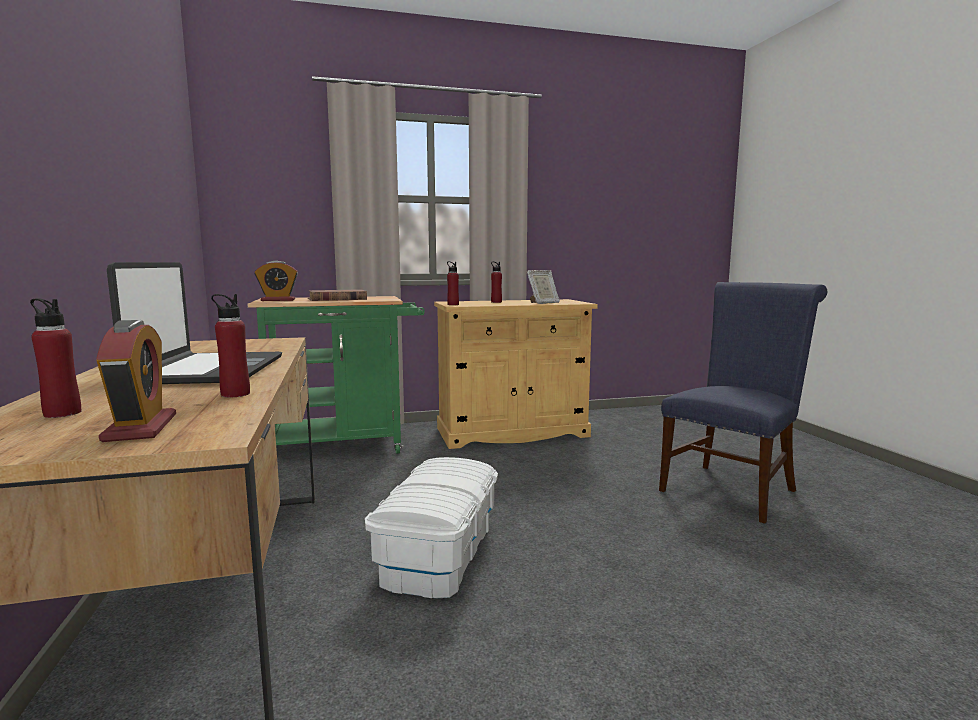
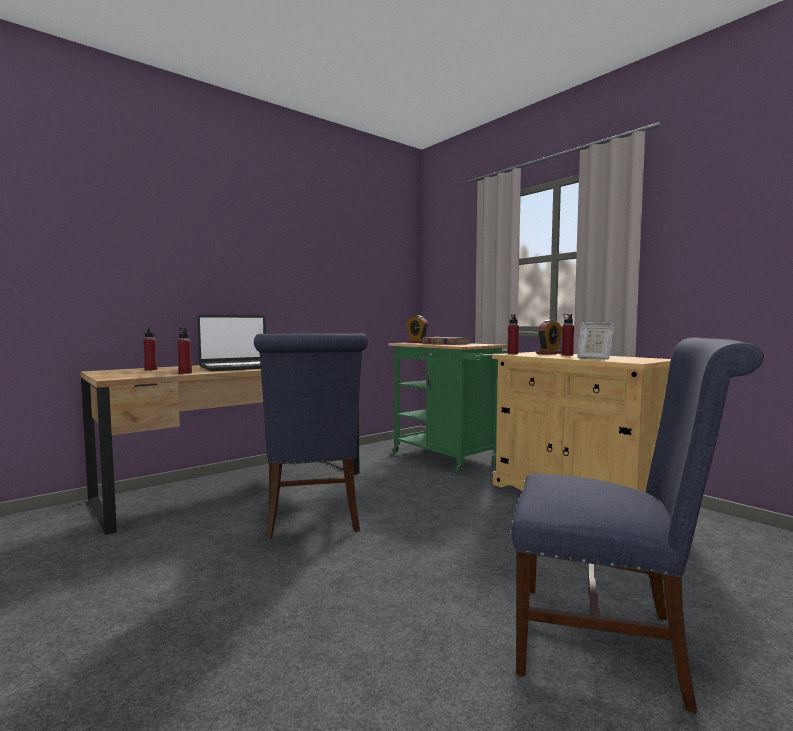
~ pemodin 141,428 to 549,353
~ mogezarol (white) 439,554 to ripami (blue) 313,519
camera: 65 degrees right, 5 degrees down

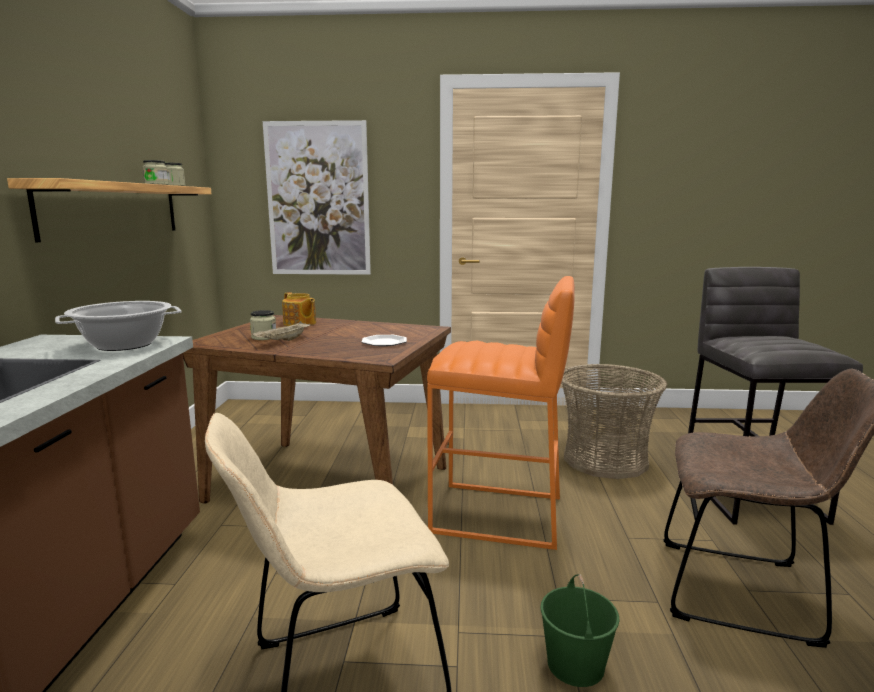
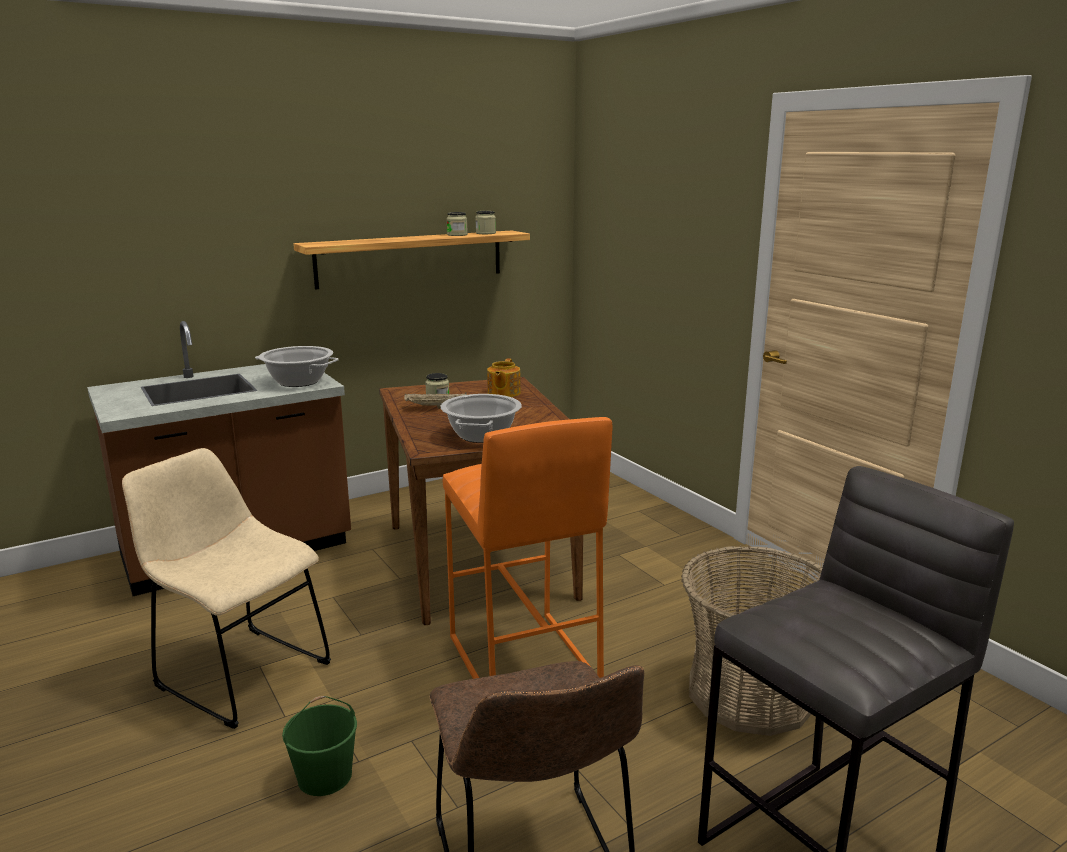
- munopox 318,199
~ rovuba 384,342 to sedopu 482,435
camera: 55 degrees right, 5 degrees up

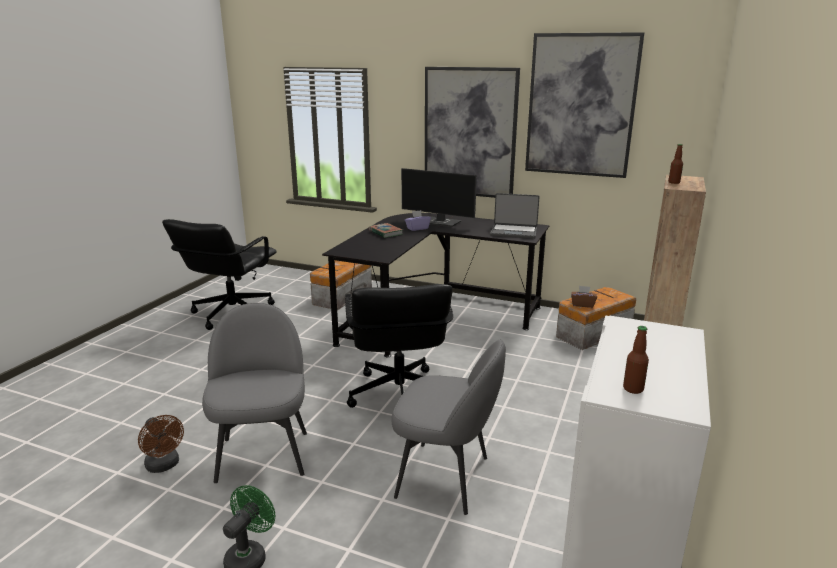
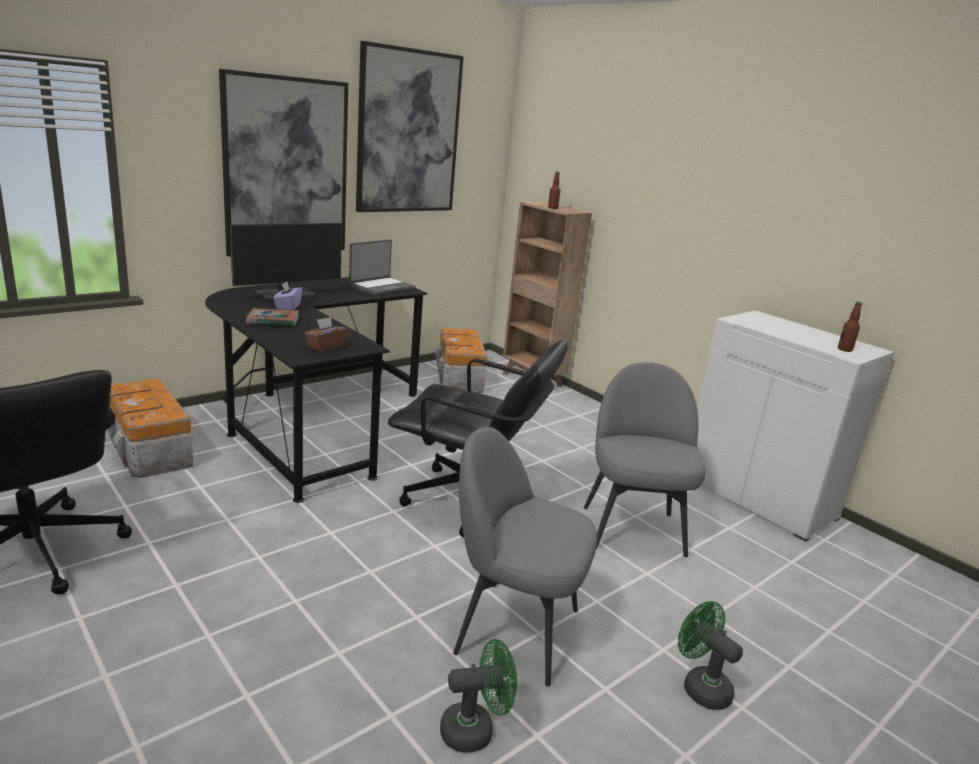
~ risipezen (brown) 582,304 to 325,347
~ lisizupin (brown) 164,466 to lisizupin (green) 475,730
~ ripami (grey) 446,477 = 632,528 45 degrees counterclockwise
camera: 65 degrees left, 0 degrees up

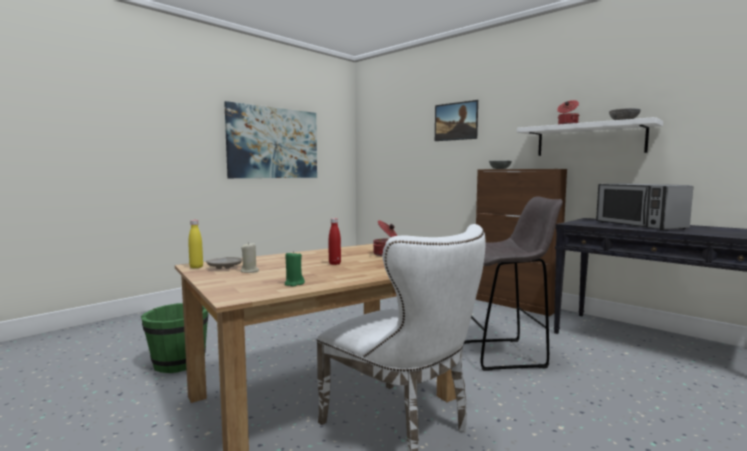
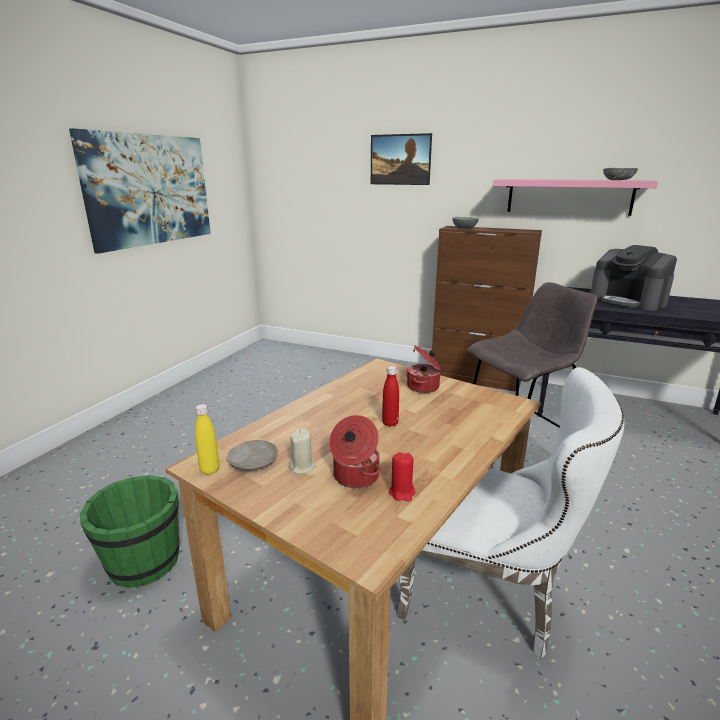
~ sedopu 567,125 to 355,476
~ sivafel 639,225 to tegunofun 628,301
~ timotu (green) 294,284 to timotu (red) 402,492
~ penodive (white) 589,140 to penodive (pink) 569,196
camera: 20 degrees left, 15 degrees up

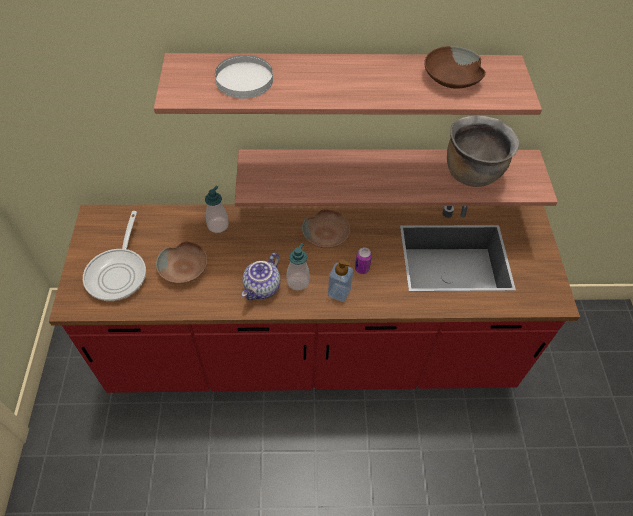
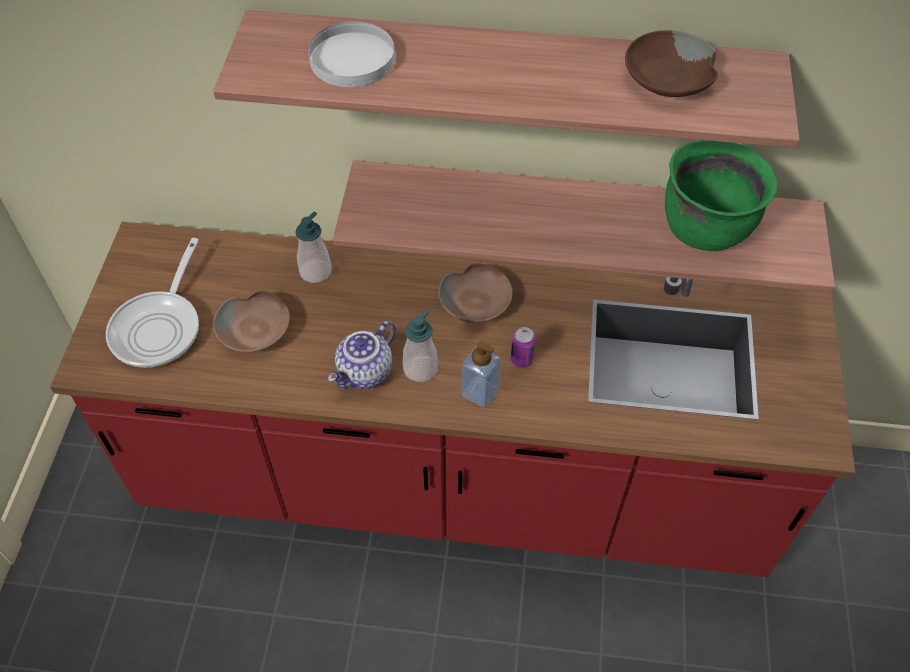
~ sedopu (brown) 471,172 to sedopu (green) 705,228
camera: 10 degrees right, 0 degrees up

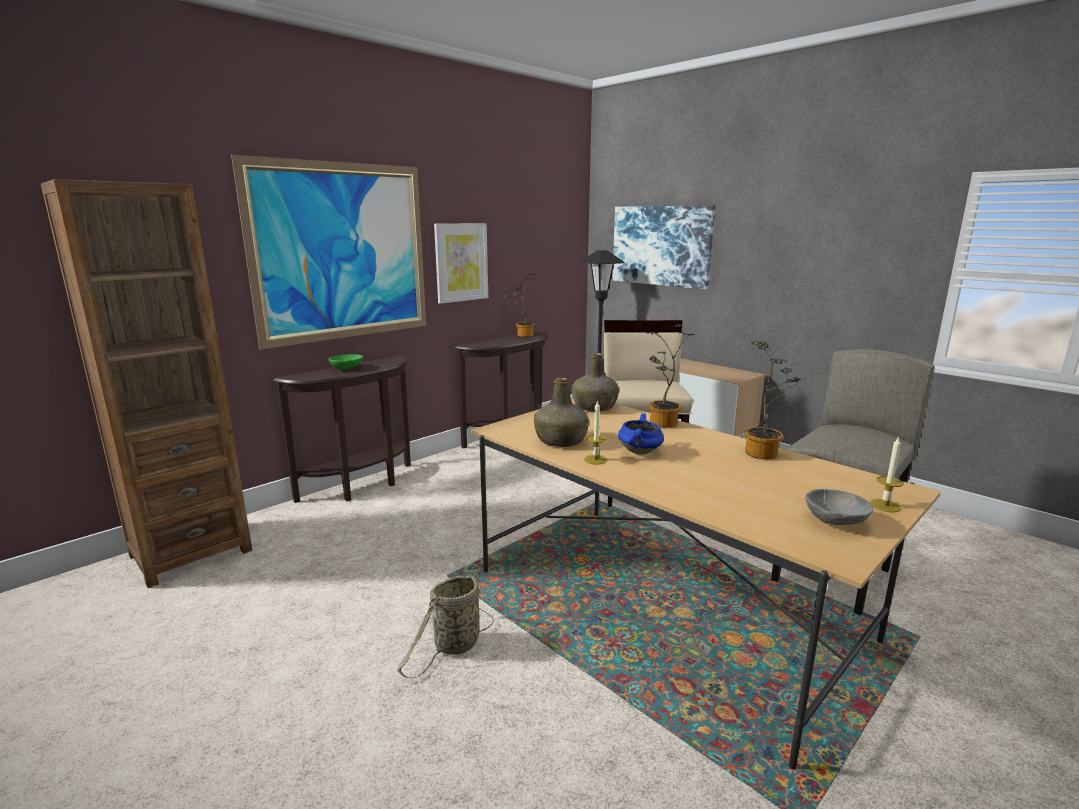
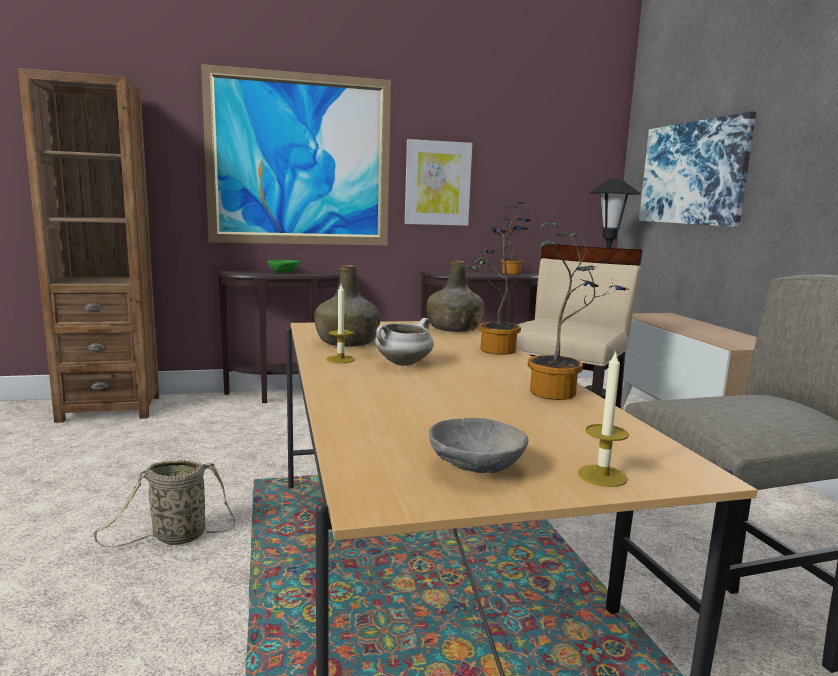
~ sedopu (blue) 640,452 to sedopu (white) 403,364
camera: 30 degrees right, 5 degrees down

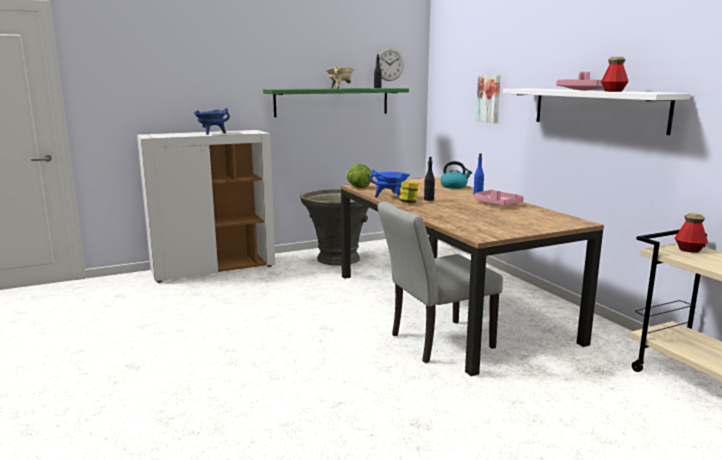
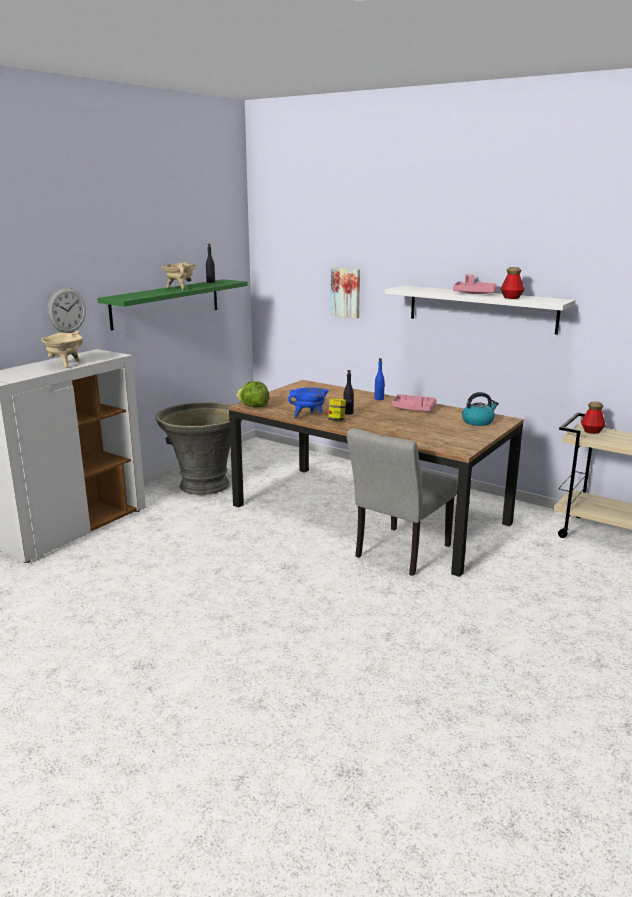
~ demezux 389,64 to 67,310
~ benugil 454,186 to 478,422
~ sedopu (blue) 212,133 to sedopu (beige) 65,364
camera: 30 degrees left, 5 degrees up

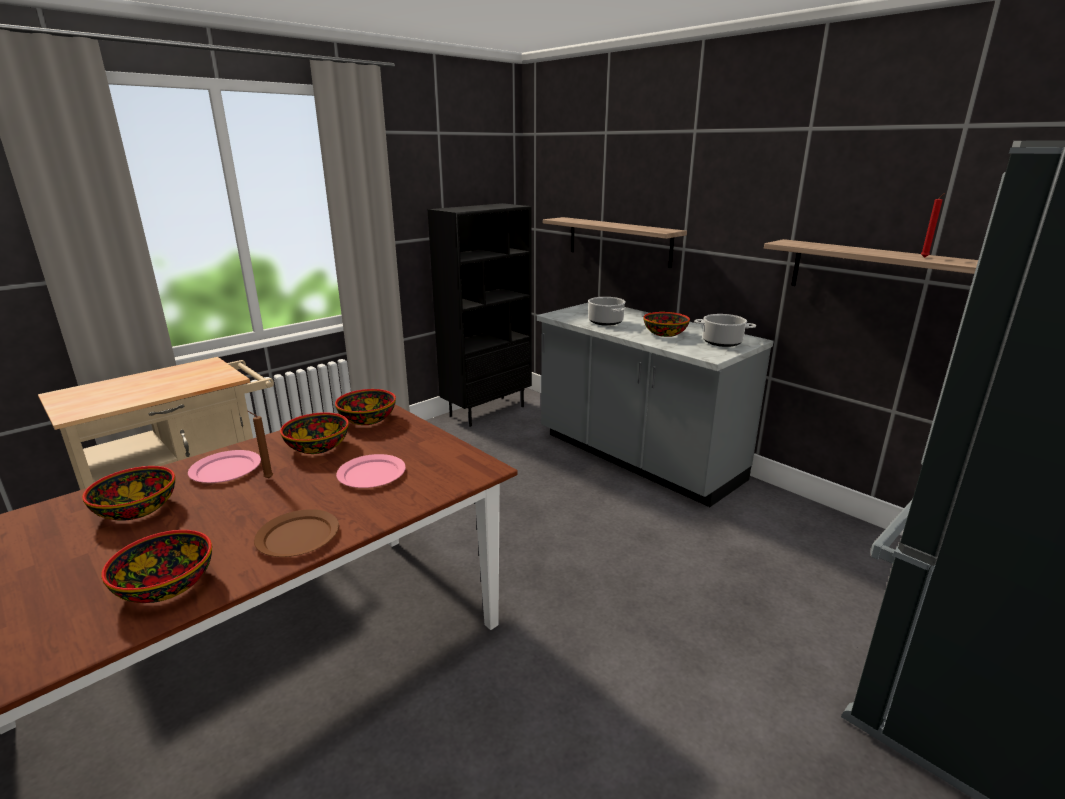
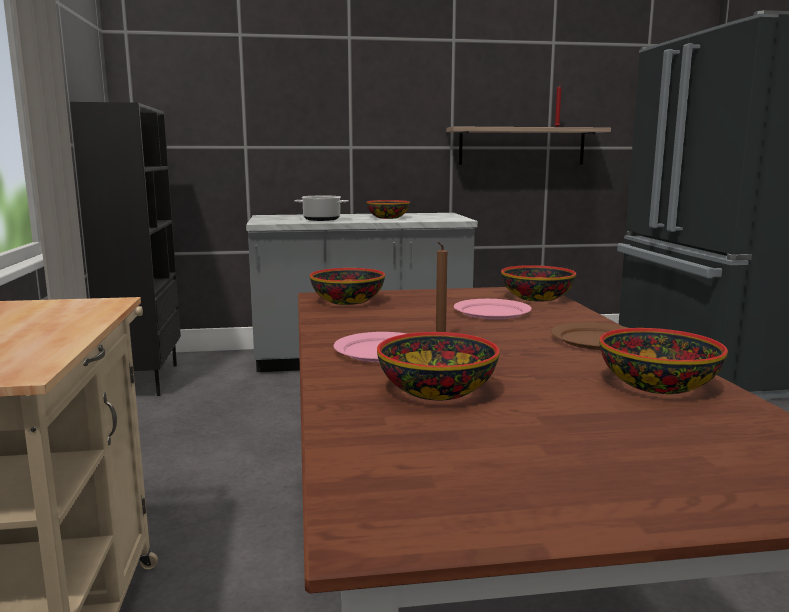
- penodive 619,241
- sedopu 722,342
~ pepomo 318,447 to 537,298
camera: 55 degrees left, 10 degrees down

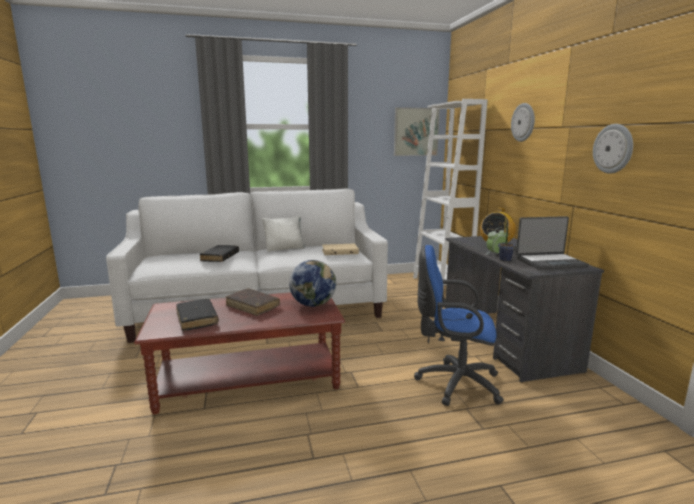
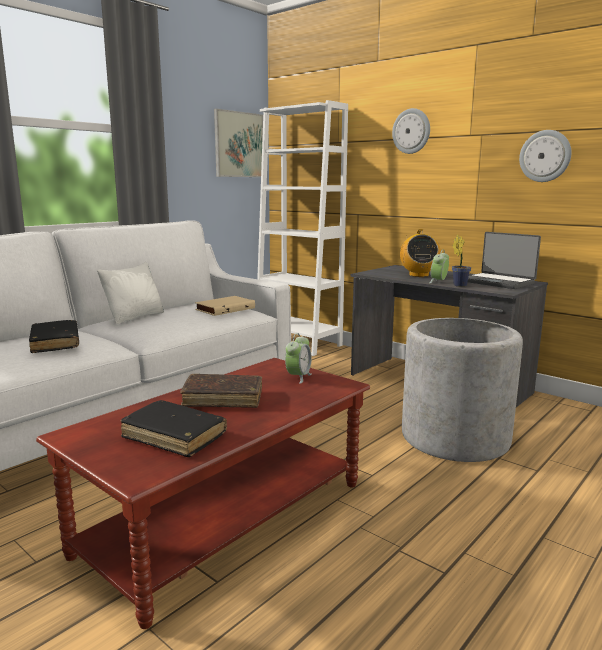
~ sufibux 313,304 to pemodin 298,377
~ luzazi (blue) 454,383 to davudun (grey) 454,437
~ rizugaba 550,262 = 497,282 90 degrees clockwise
camera: 35 degrees left, 0 degrees up

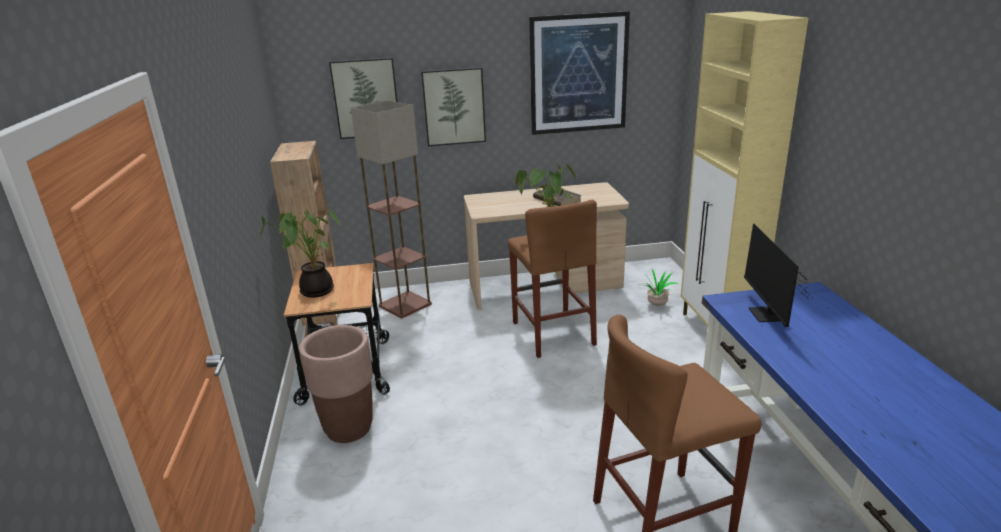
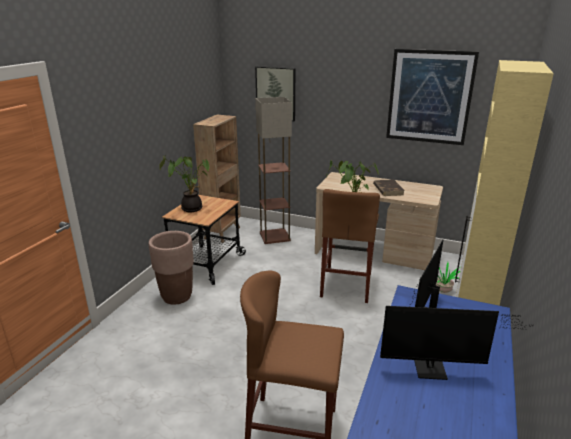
- munopox 454,106
+ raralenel 435,370
camera: 30 degrees right, 0 degrees up

